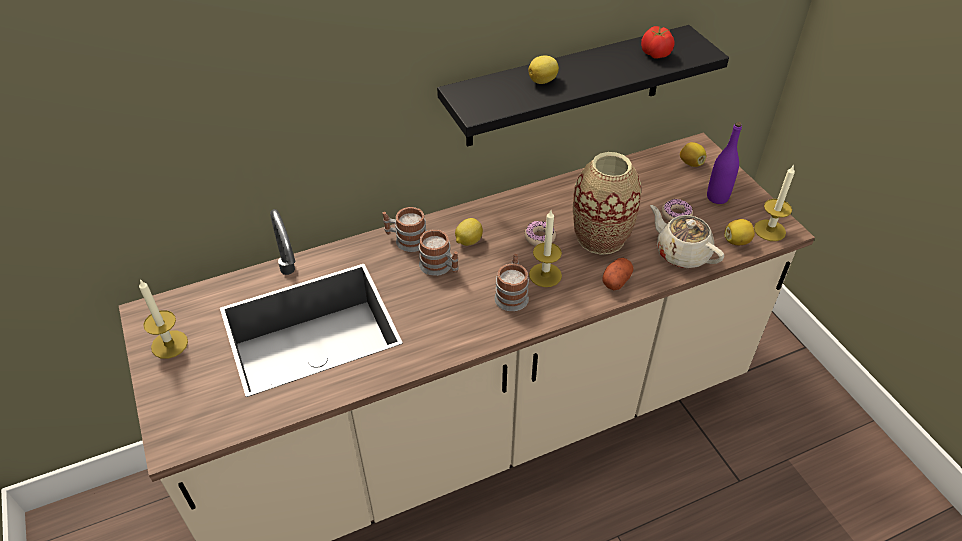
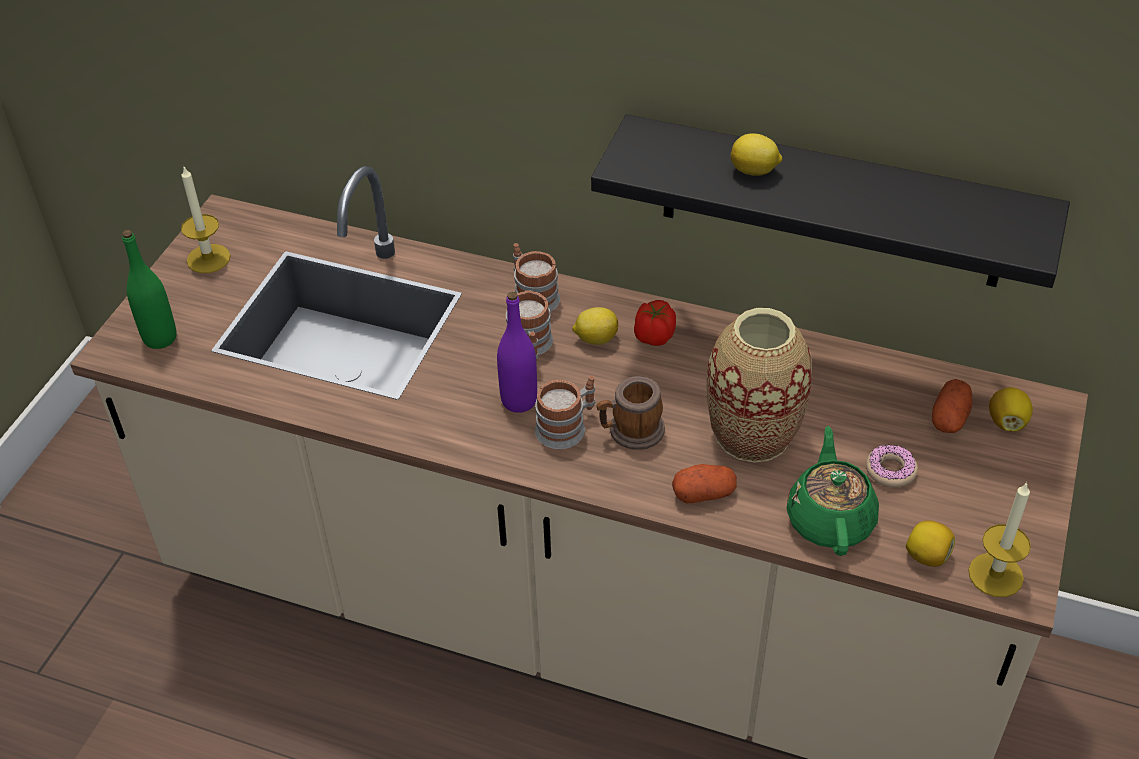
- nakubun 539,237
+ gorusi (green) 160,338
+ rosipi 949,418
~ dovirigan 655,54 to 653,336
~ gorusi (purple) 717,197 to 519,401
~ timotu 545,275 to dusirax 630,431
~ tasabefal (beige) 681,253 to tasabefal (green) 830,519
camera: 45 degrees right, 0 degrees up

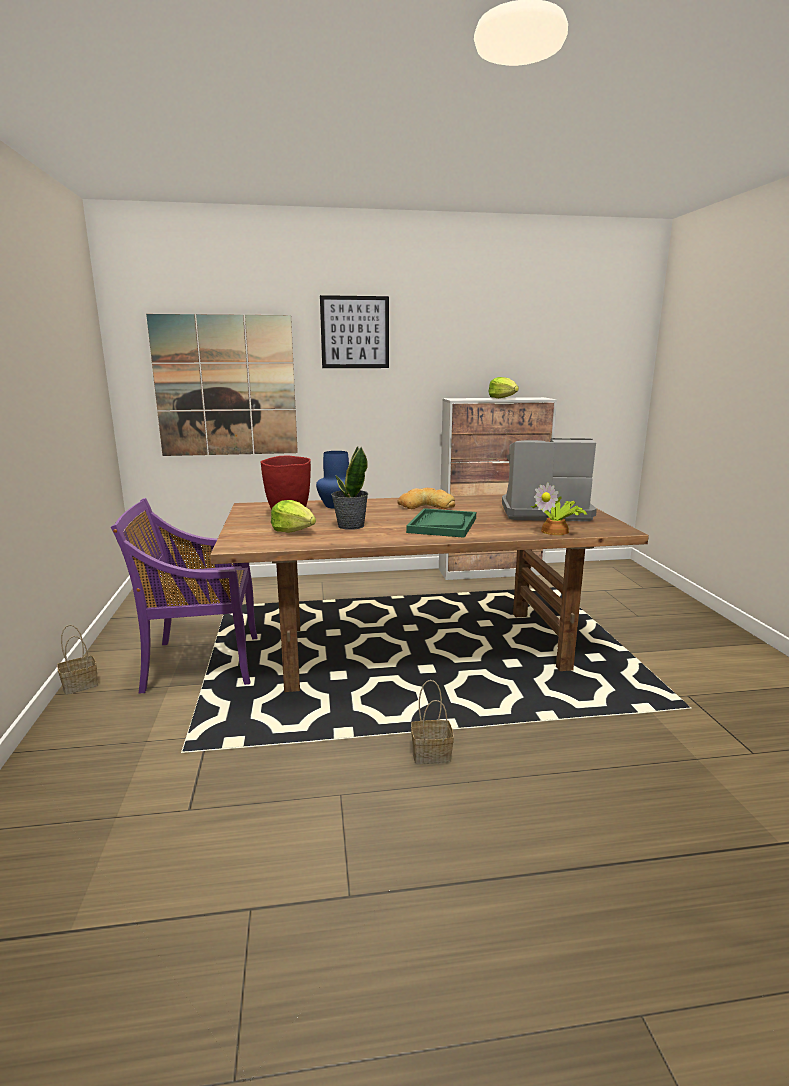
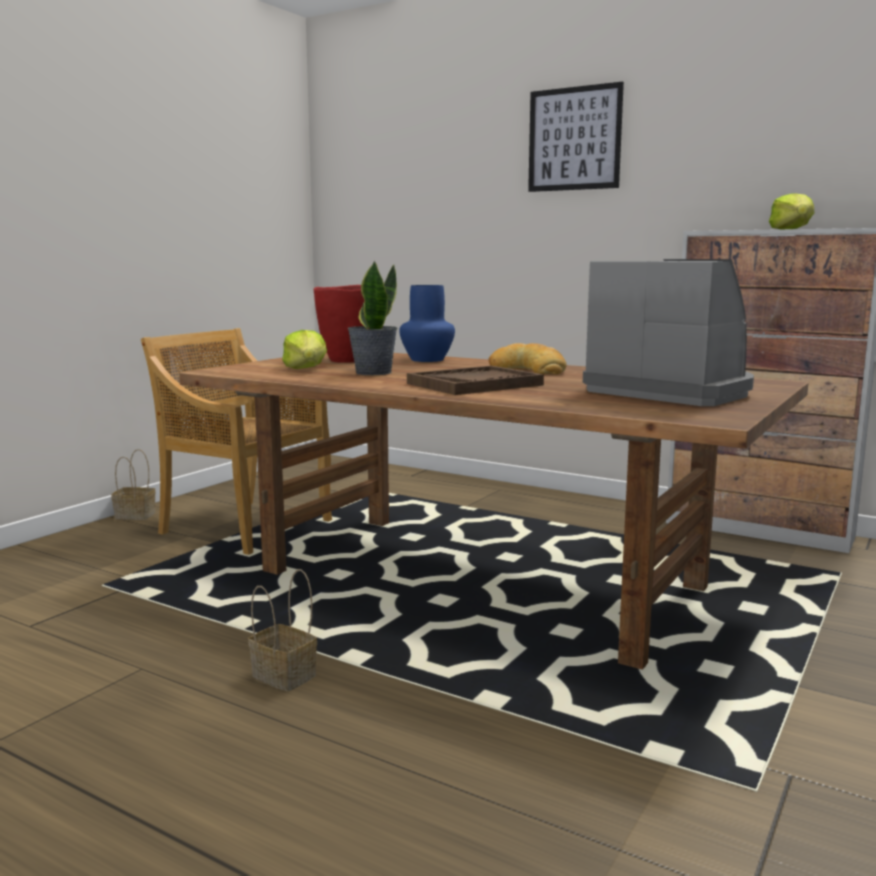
- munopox 225,386
- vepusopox 556,531
~ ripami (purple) 200,663 to ripami (beige) 245,527
~ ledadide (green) 442,525 to ledadide (brown) 474,384
camera: 40 degrees right, 5 degrees down

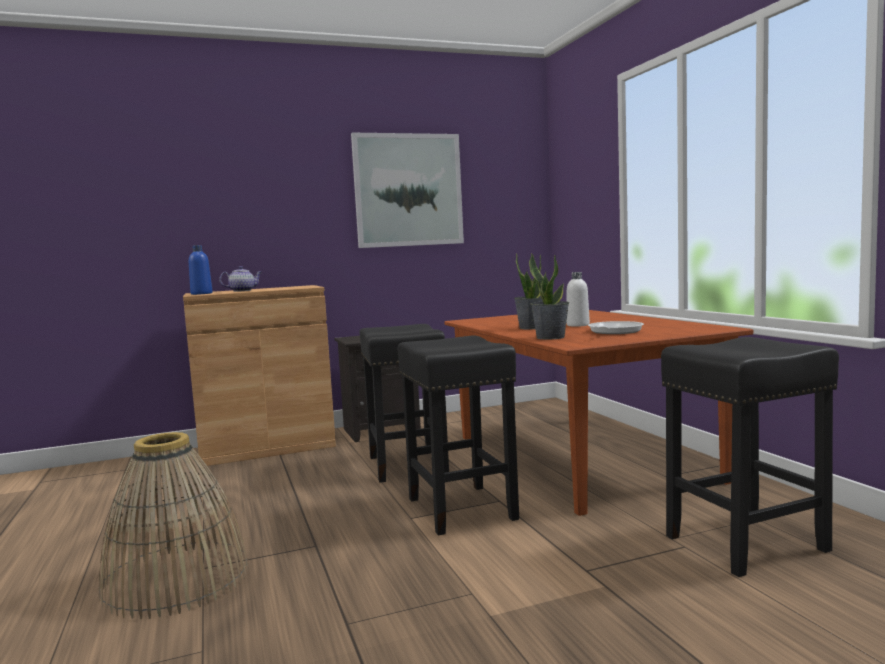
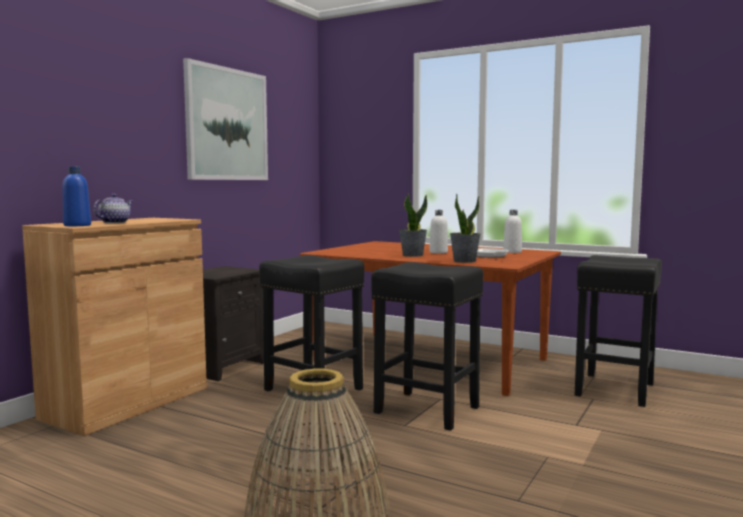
+ gorusi (white) 512,252
camera: 40 degrees left, 0 degrees up

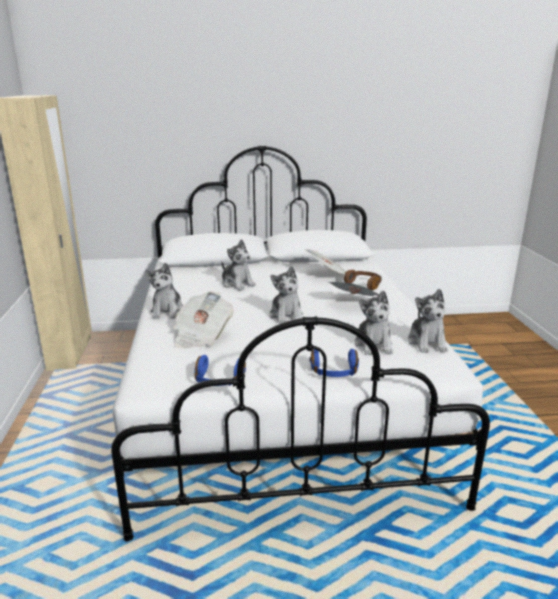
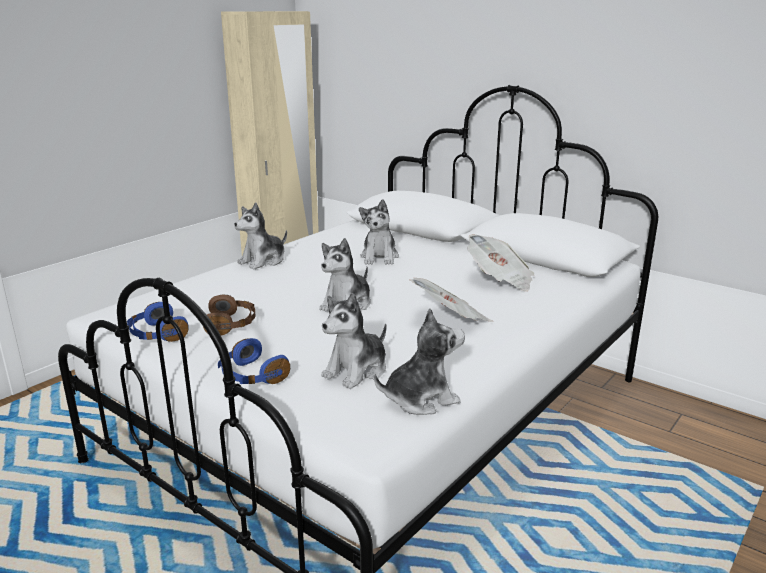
- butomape 201,336
~ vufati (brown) 364,284 to 231,324
~ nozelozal 427,342 = 420,399 150 degrees counterclockwise
camera: 45 degrees right, 0 degrees up

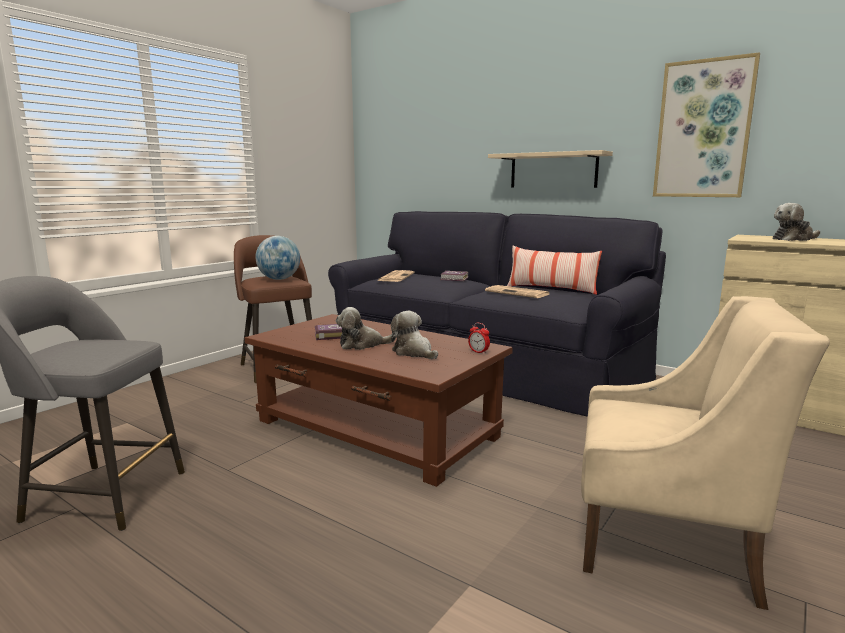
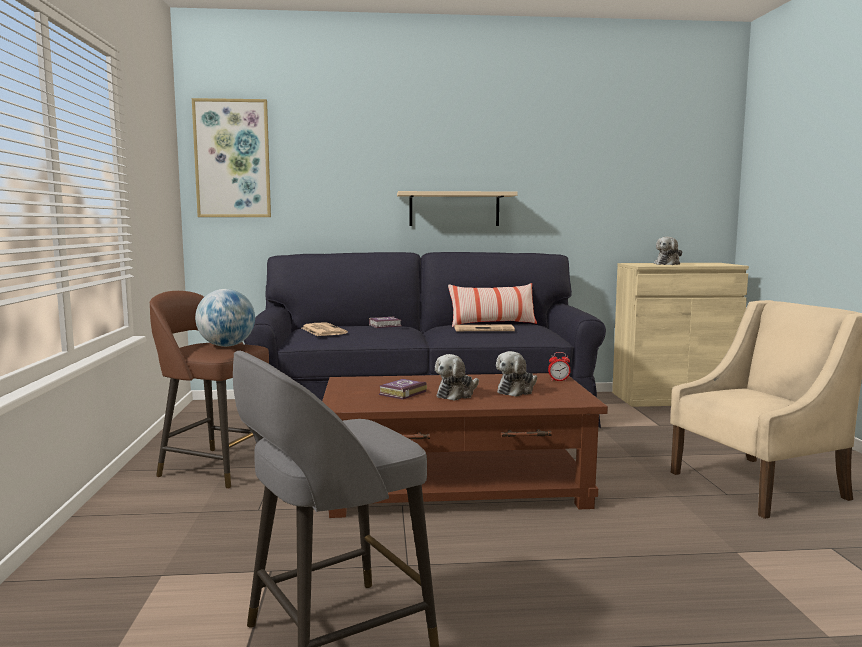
~ munopox 703,129 to 232,159
~ nozelozal 414,352 = 517,390 60 degrees counterclockwise
camera: 40 degrees left, 5 degrees down

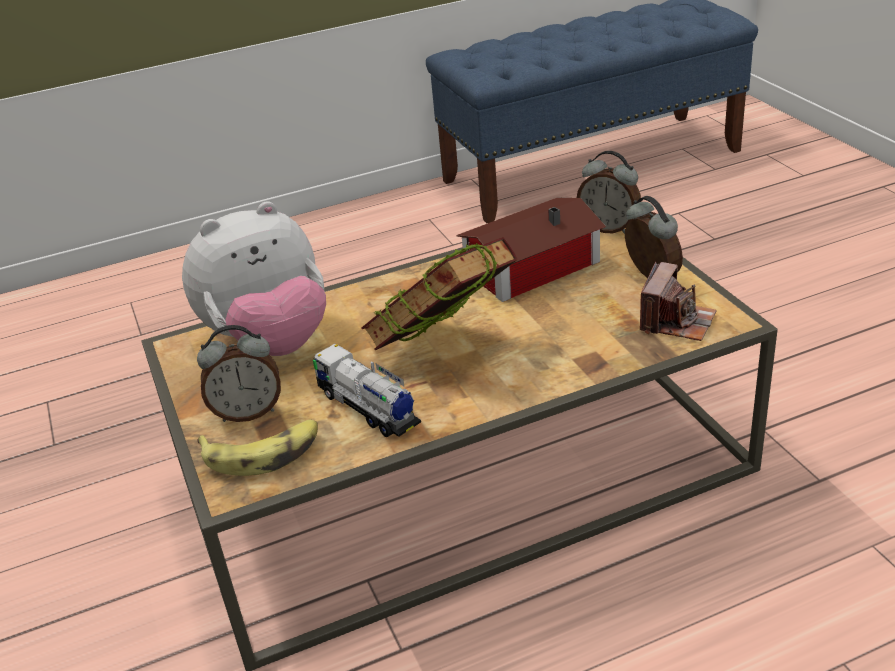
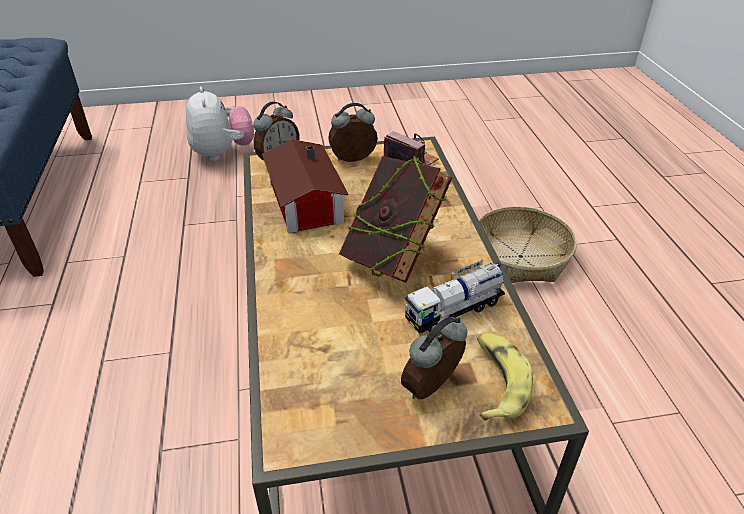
+ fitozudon 520,257
~ nozelozal 270,342 to 223,153
~ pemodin 248,412 = 433,388 135 degrees counterclockwise
camera: 80 degrees left, 5 degrees up

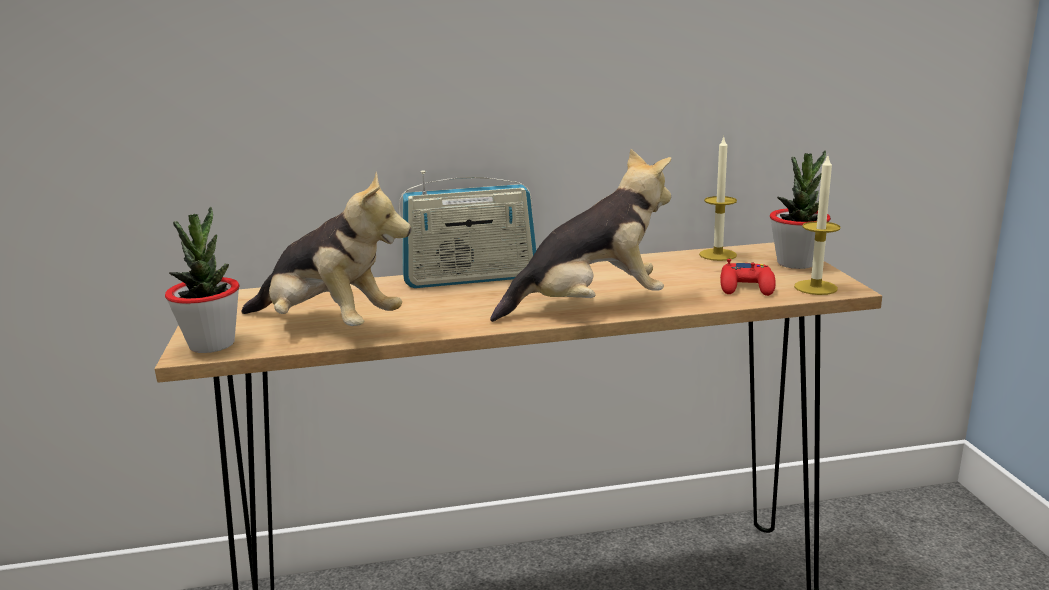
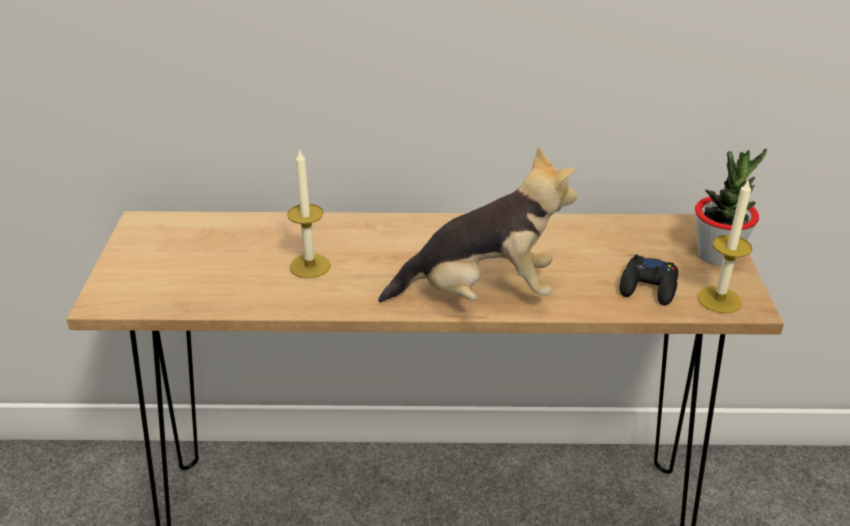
- vepusopox 212,344
- nozelozal 328,326
- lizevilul 470,278
~ timotu 718,255 to 310,266
~ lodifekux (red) 747,286 to lodifekux (black) 649,287
camera: 10 degrees right, 15 degrees up

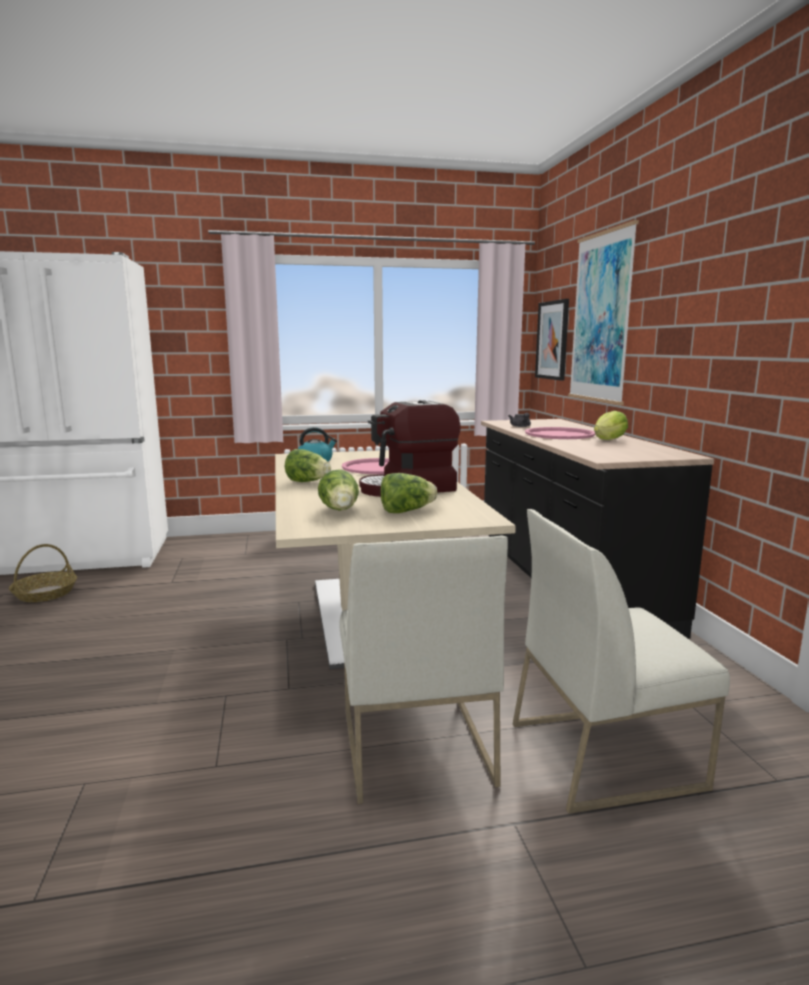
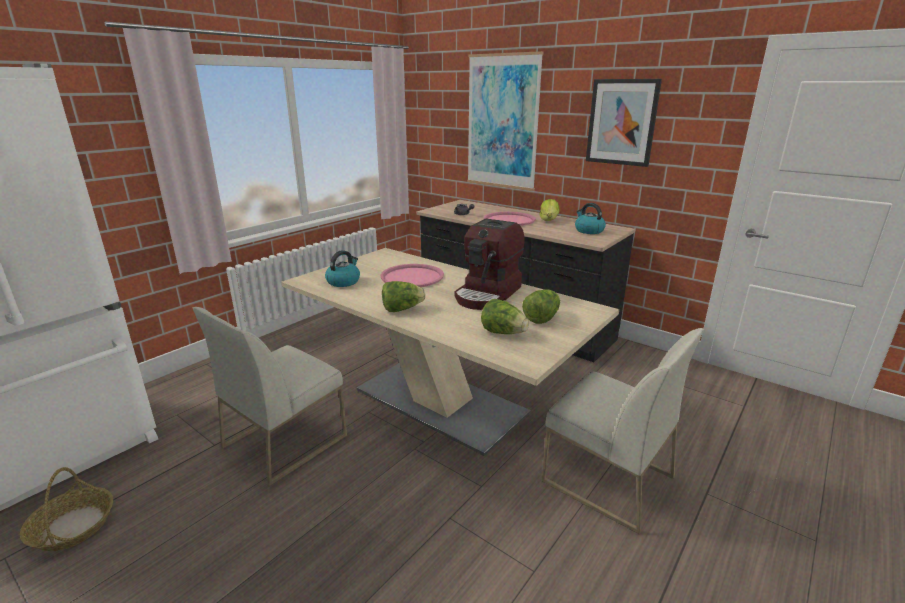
+ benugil 588,231
~ ripami (white) 605,753 to 285,440
~ munopox 552,340 to 621,122
camera: 40 degrees left, 10 degrees up

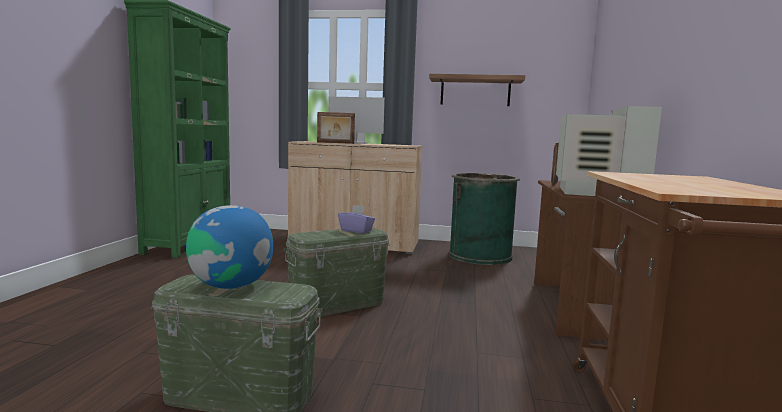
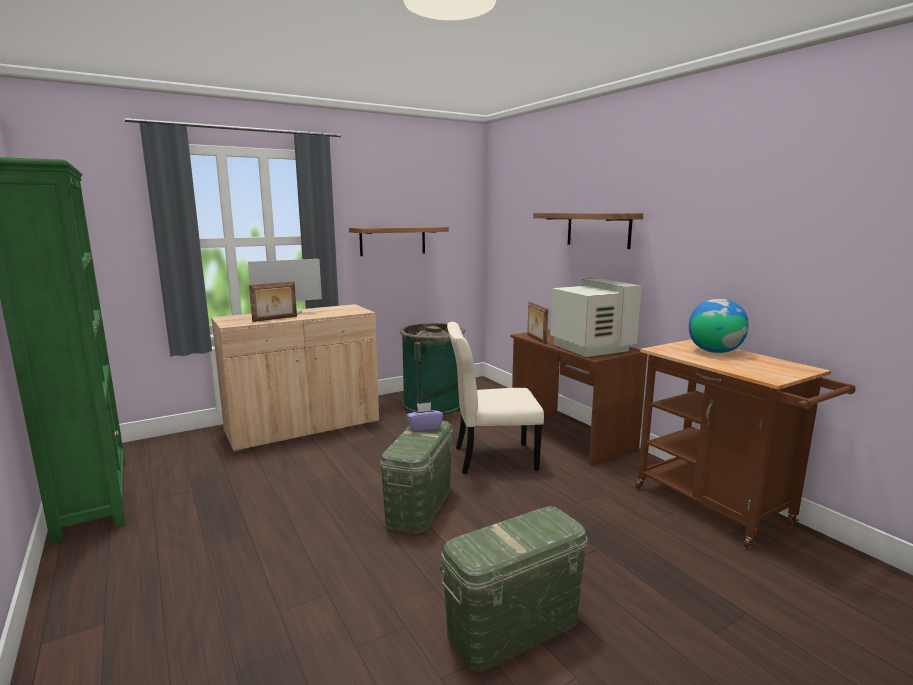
+ ripami (beige) 491,458
+ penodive 598,229
~ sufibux 231,286 to 714,351
camera: 40 degrees left, 5 degrees up

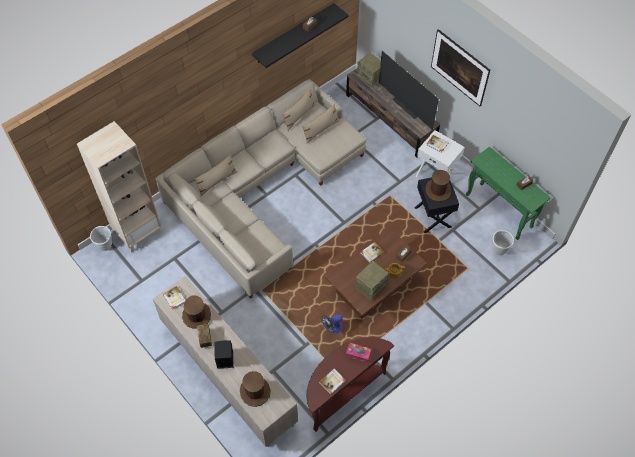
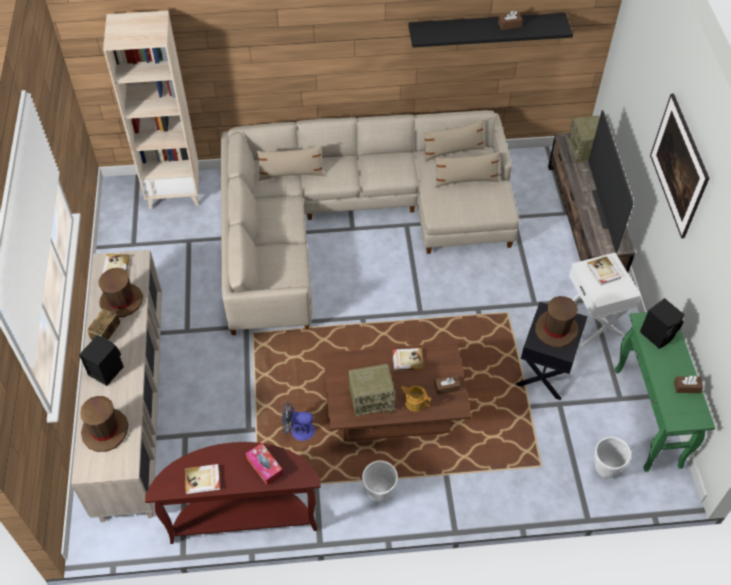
+ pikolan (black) 658,334
~ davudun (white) 105,246 to 379,493
camera: 35 degrees right, 5 degrees down

